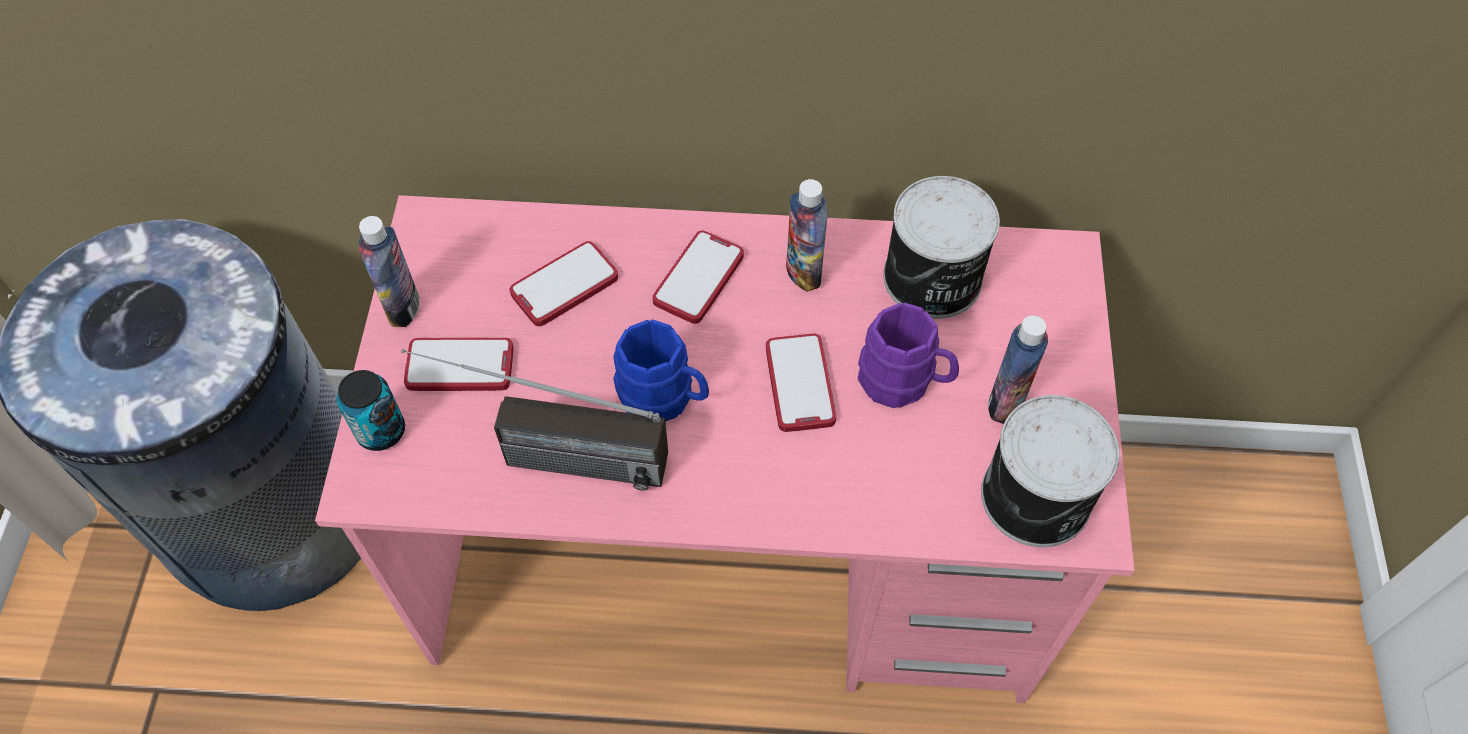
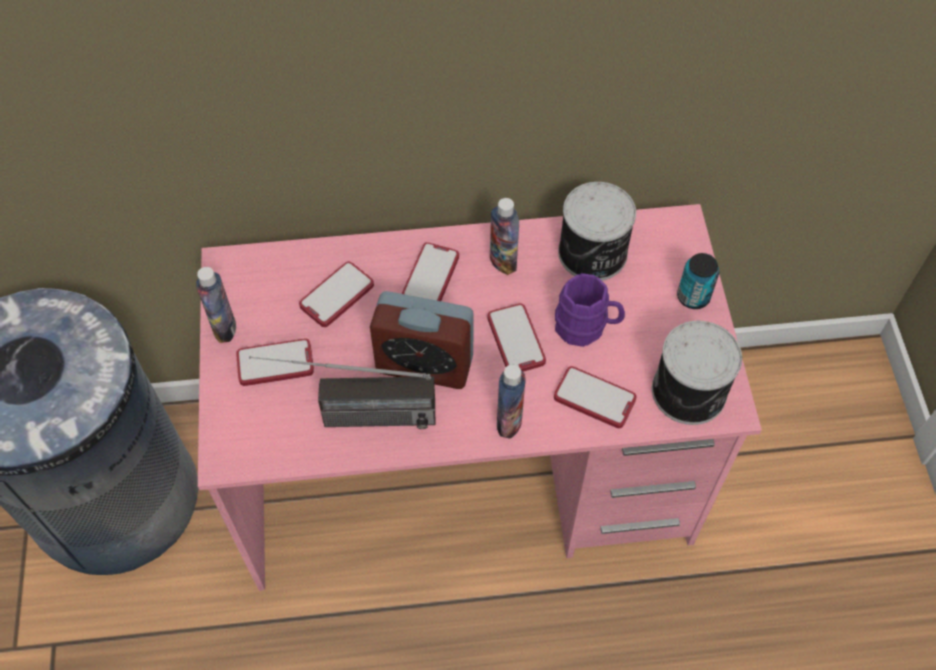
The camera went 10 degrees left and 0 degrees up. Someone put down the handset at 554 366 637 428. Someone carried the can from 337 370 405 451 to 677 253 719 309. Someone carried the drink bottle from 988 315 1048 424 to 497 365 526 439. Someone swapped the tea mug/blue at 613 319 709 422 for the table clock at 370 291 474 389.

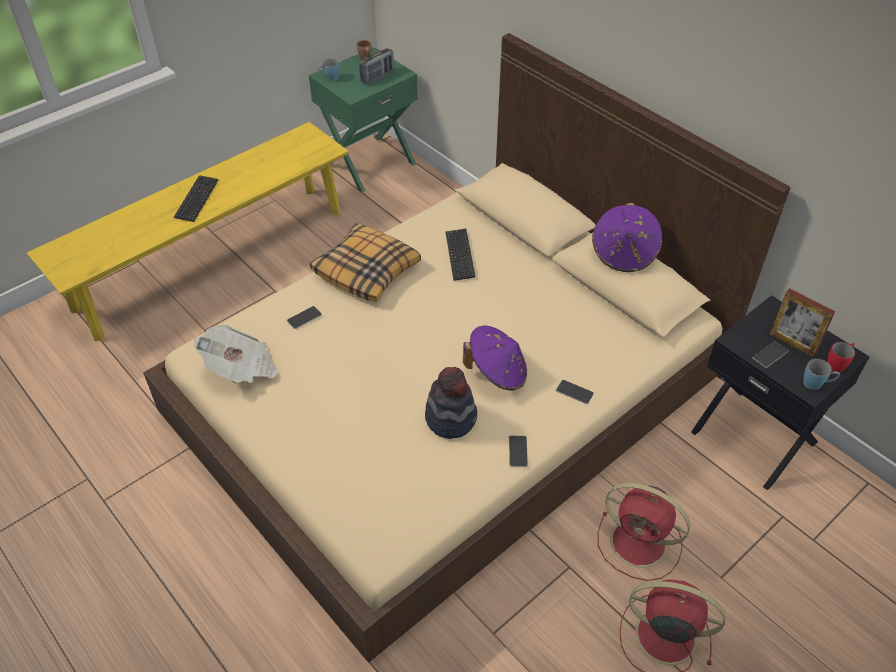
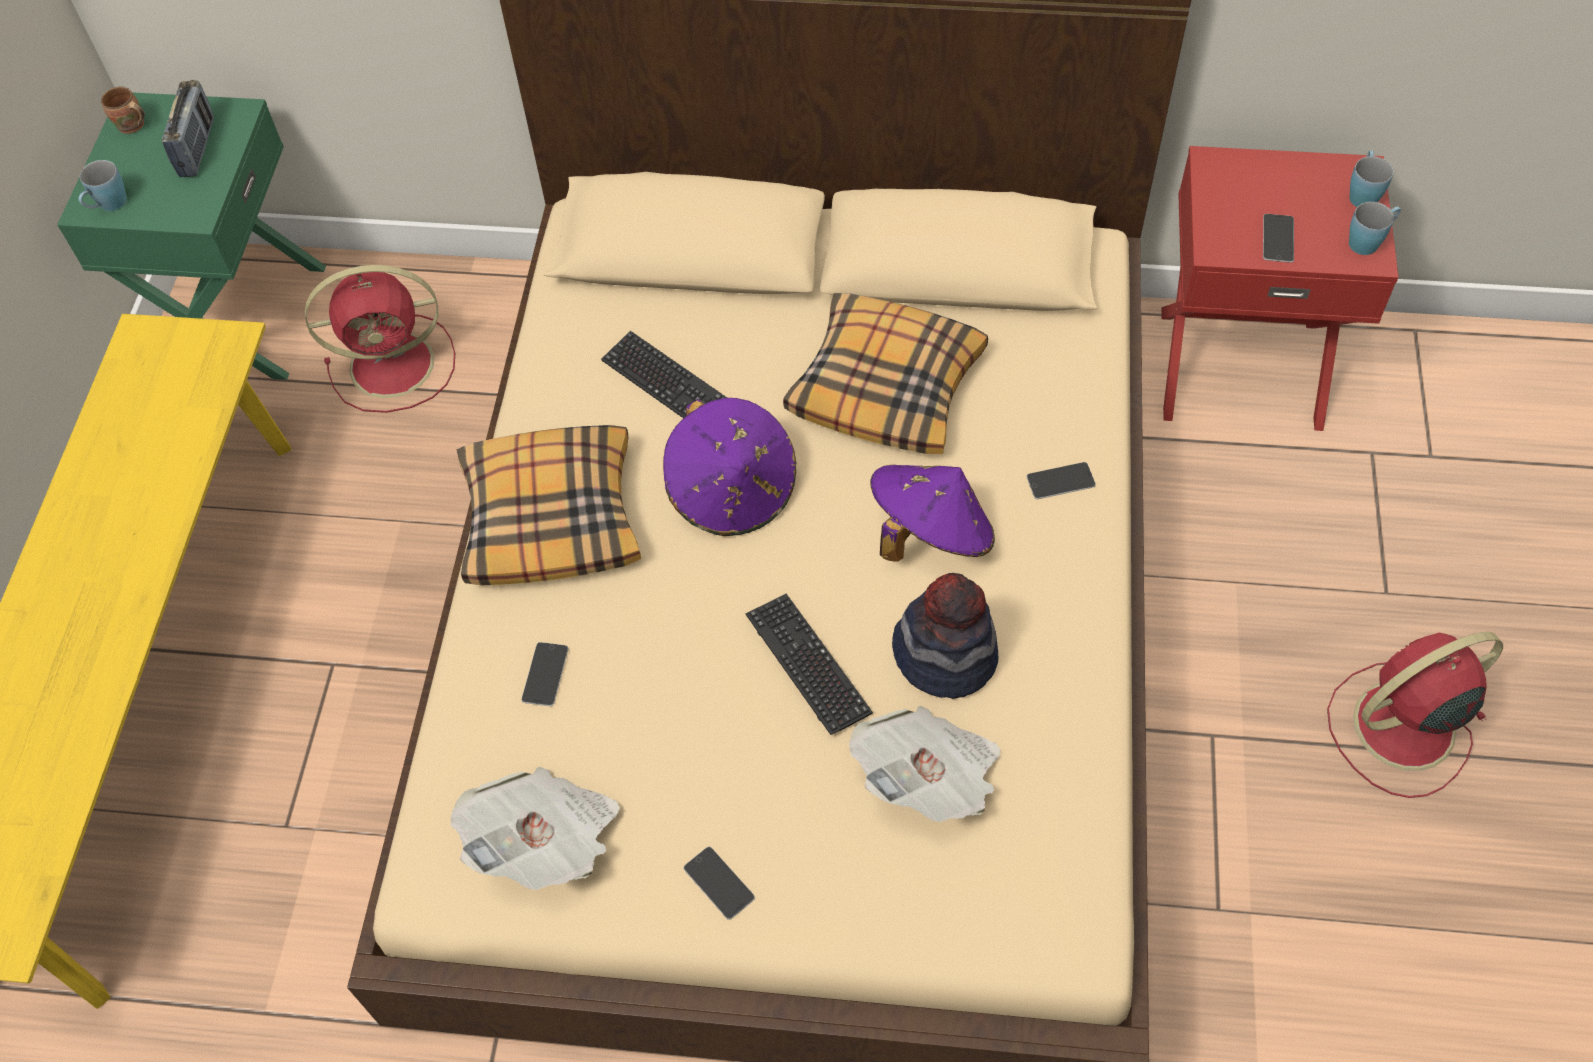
The camera went 40 degrees left and 10 degrees up. Someone took away the standing frame at 770 288 836 357. Someone put down the pillow at 783 293 988 454. Someone put down the printed paper at 849 706 1001 822. Someone carried the computer keyboard from 174 175 218 222 to 746 594 873 735. Someone carried the handset from 509 436 528 467 to 683 847 755 920. Someone carried the clothing hat/purple from 592 203 662 272 to 663 398 797 536. Someone carried the cooling fan/reddish from 598 483 690 581 to 305 265 455 413. Someone repainted the night table/black at 691 295 869 490, which became the night table/reddish at 1161 146 1399 431. Someone repainted the tea mug/reddish at 827 342 855 373, which became the tea mug/blue at 1349 150 1393 207.

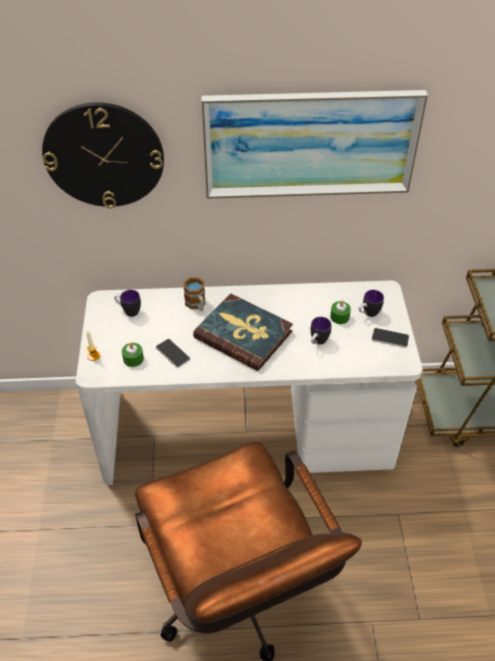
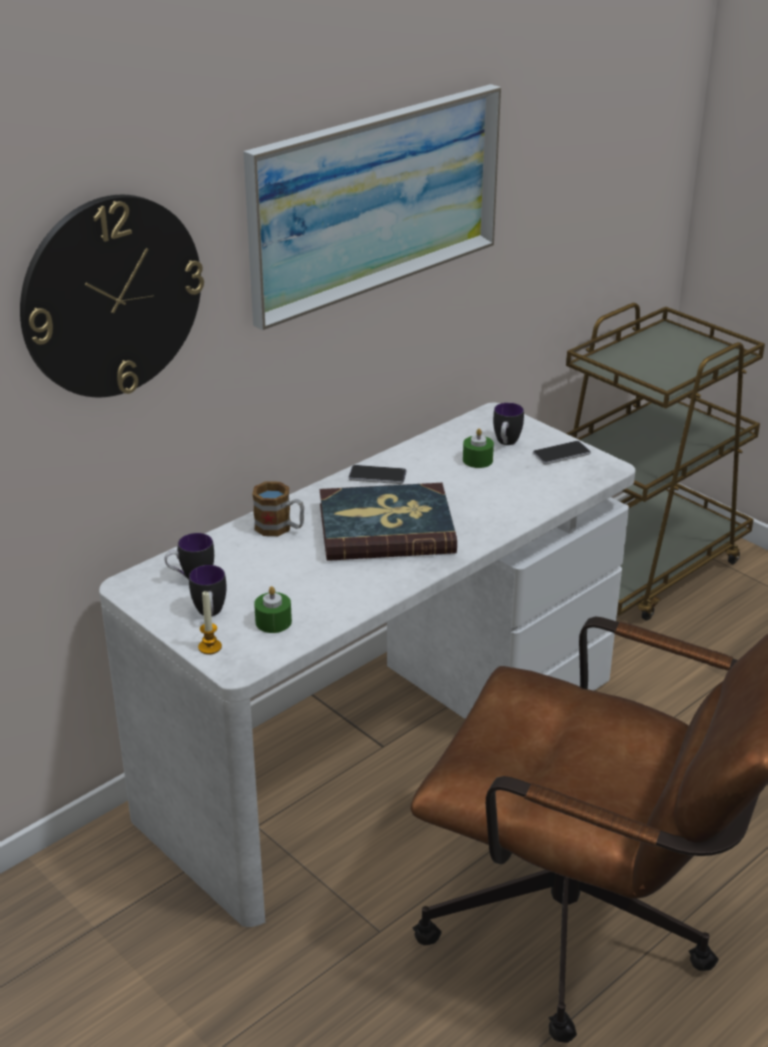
The camera went 40 degrees left and 15 degrees down. Someone carried the handset from 156 339 190 368 to 348 465 407 484. Someone carried the tea mug from 311 317 331 345 to 189 565 227 616.

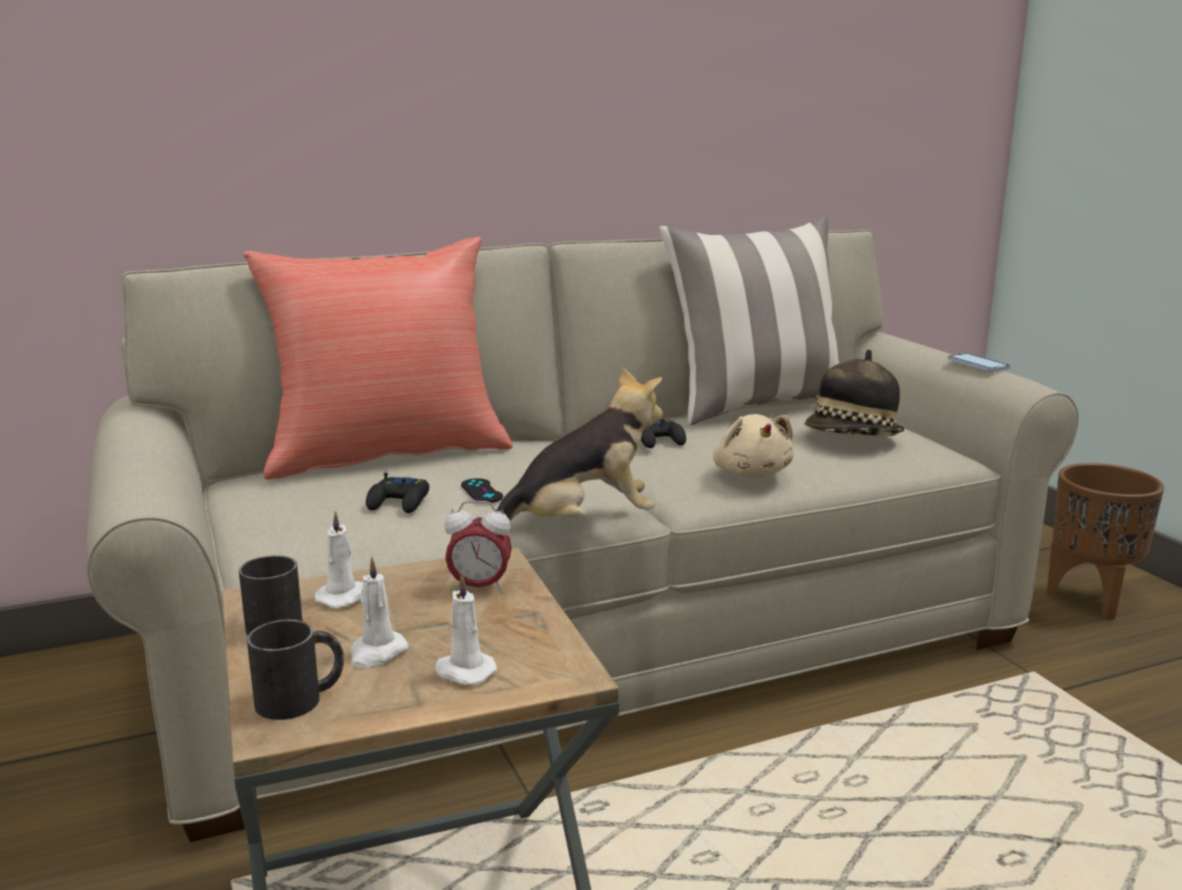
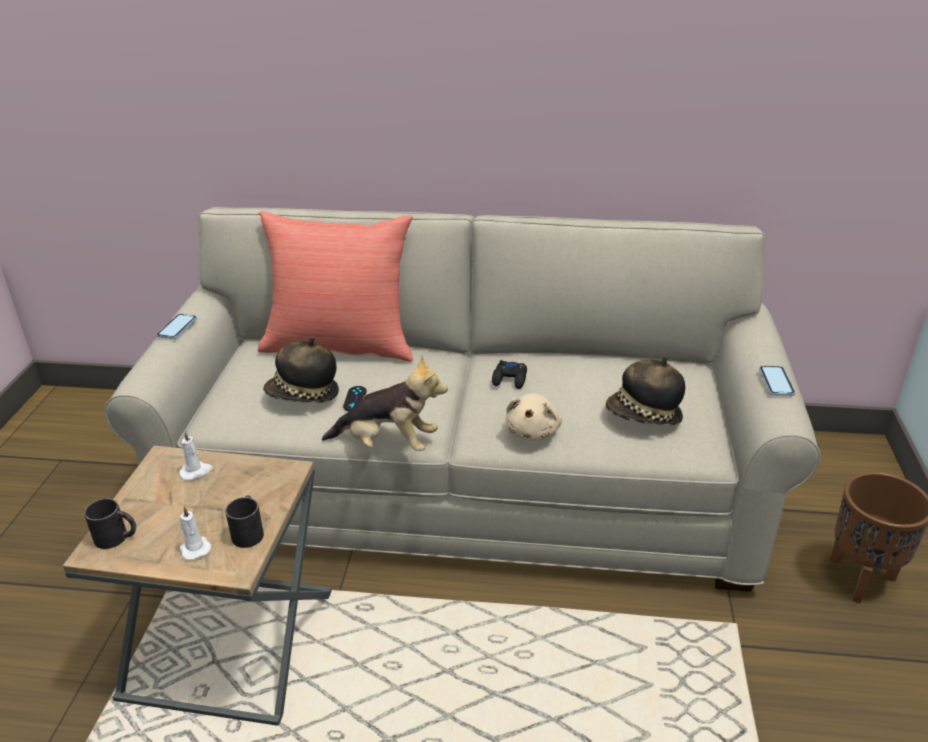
The camera went 30 degrees right and 15 degrees up. Someone took away the wax candle/whitish at 350 556 408 668. Someone took away the table clock at 445 501 512 593. Someone took away the pillow at 659 215 840 426. Someone put down the handset at 156 314 197 339. Someone carried the tea mug/black from 239 555 303 636 to 225 495 264 548. Someone swapped the game controller/black at 366 473 429 513 for the clothing hat at 263 337 339 403.

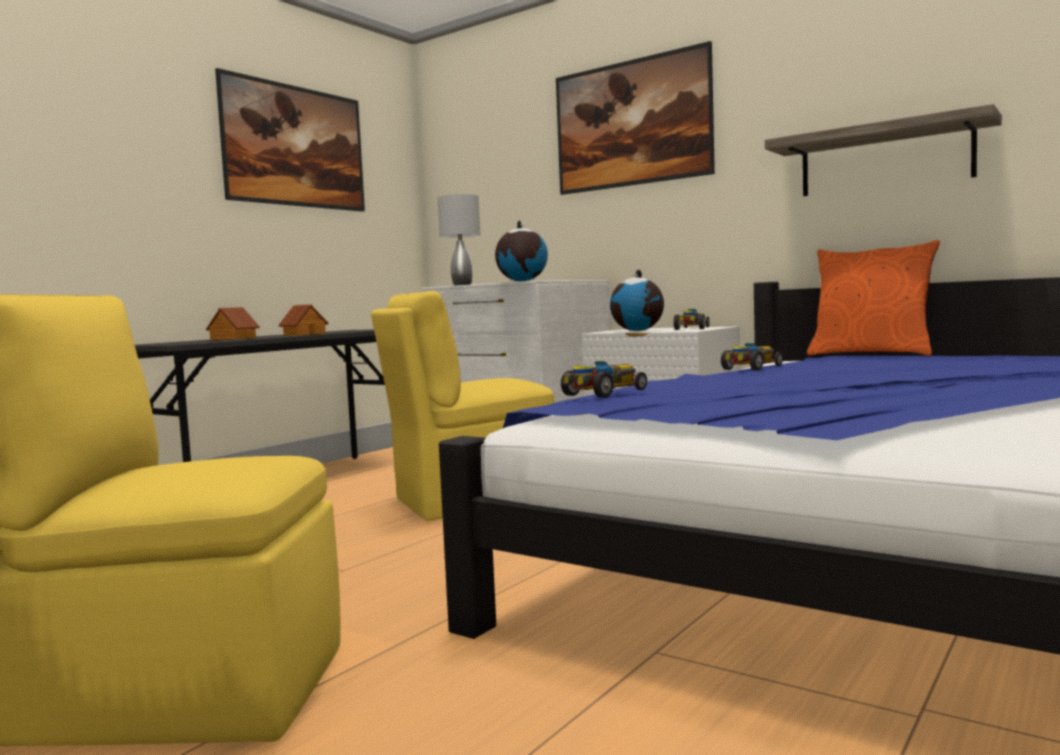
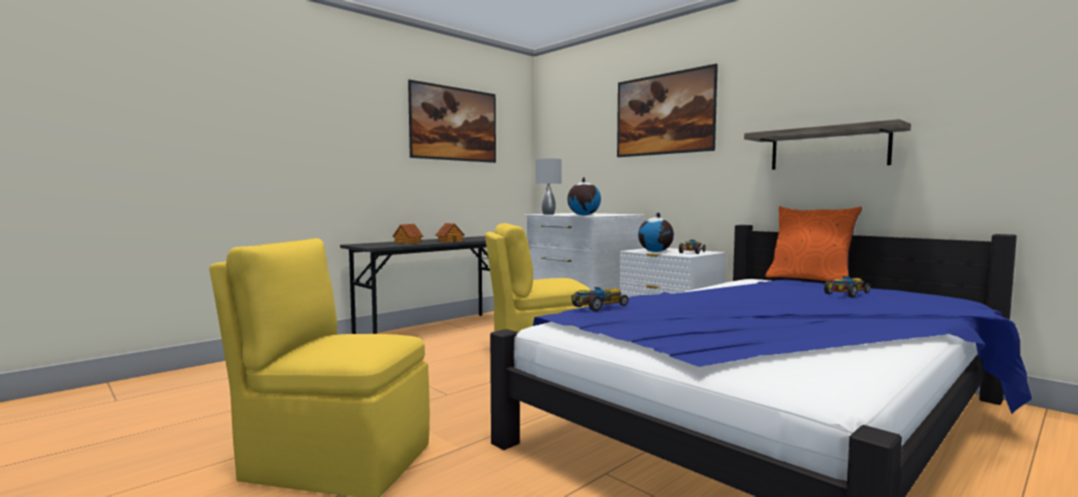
The camera went 10 degrees right and 0 degrees up. Someone carried the toy car from 721 343 783 371 to 824 276 870 298.

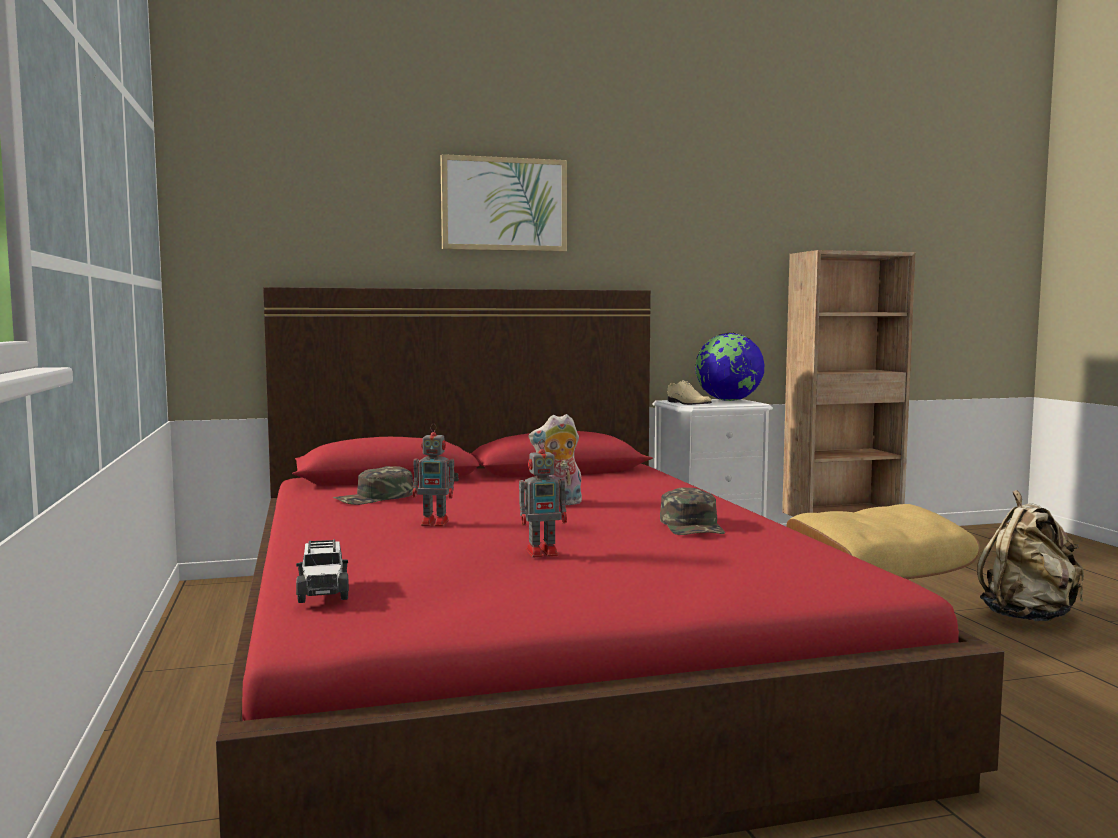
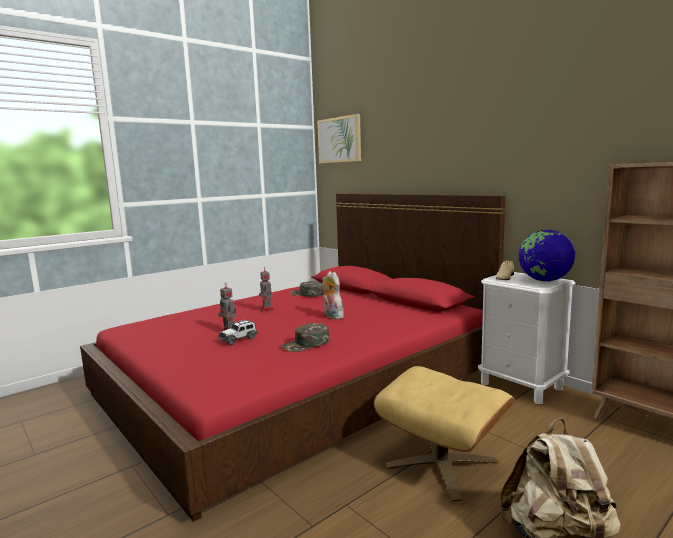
The camera went 65 degrees right and 5 degrees up. Someone carried the toy car from 296 539 349 603 to 218 319 258 345. Someone carried the wall art from 440 154 567 252 to 317 114 361 164.

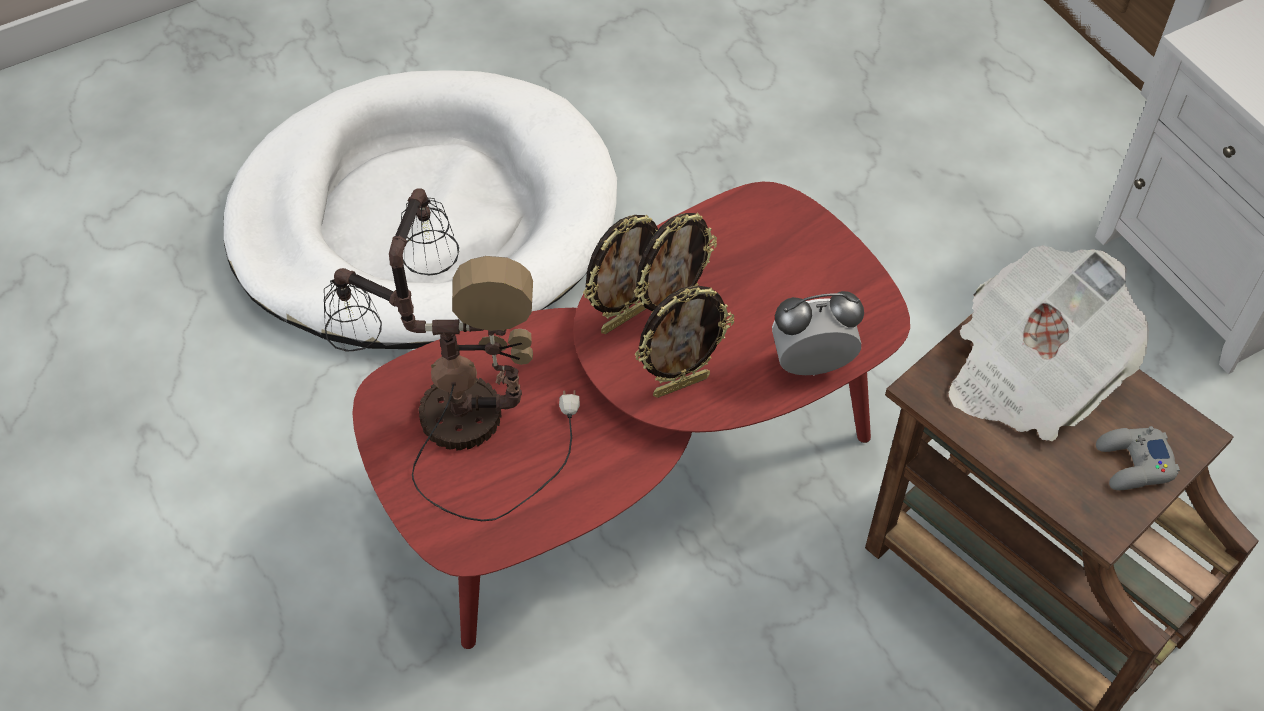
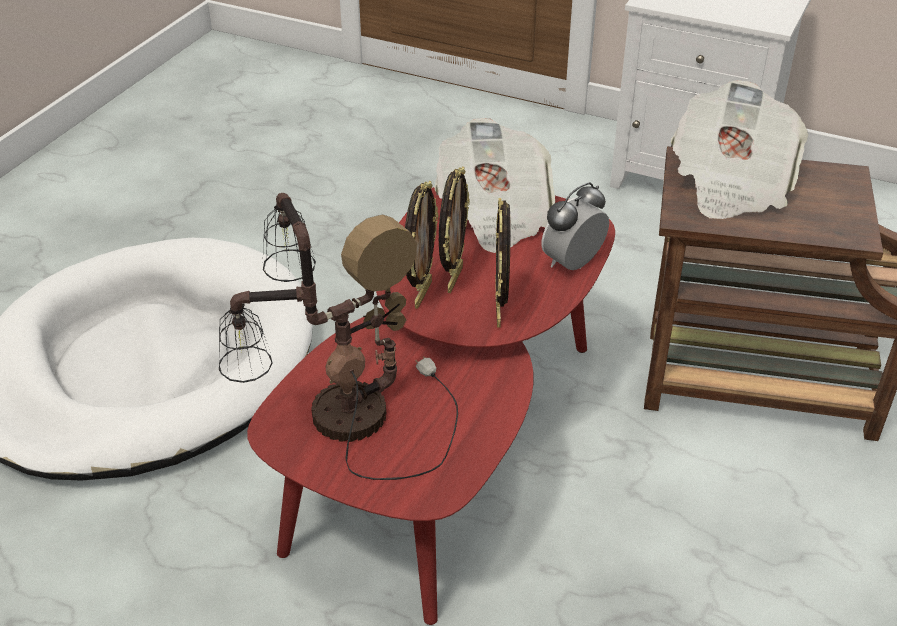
The camera went 35 degrees left and 15 degrees down. Someone took away the game controller/greyish at 1096 426 1180 490. Someone put down the printed paper at 434 118 555 253. Someone rotated the standing frame at 635 286 734 398 by 150 degrees clockwise.

